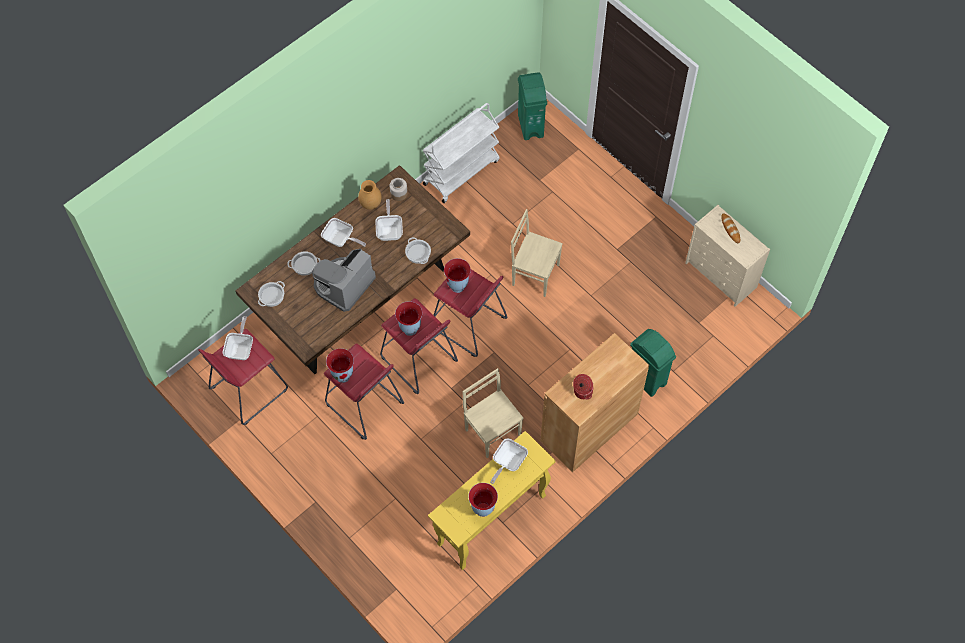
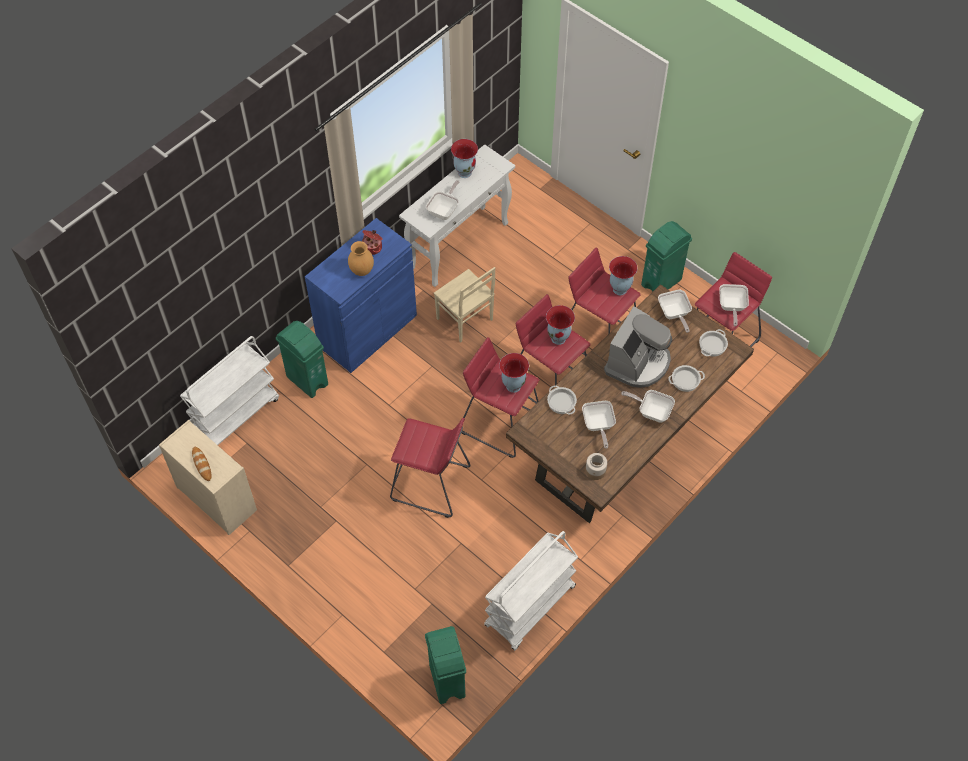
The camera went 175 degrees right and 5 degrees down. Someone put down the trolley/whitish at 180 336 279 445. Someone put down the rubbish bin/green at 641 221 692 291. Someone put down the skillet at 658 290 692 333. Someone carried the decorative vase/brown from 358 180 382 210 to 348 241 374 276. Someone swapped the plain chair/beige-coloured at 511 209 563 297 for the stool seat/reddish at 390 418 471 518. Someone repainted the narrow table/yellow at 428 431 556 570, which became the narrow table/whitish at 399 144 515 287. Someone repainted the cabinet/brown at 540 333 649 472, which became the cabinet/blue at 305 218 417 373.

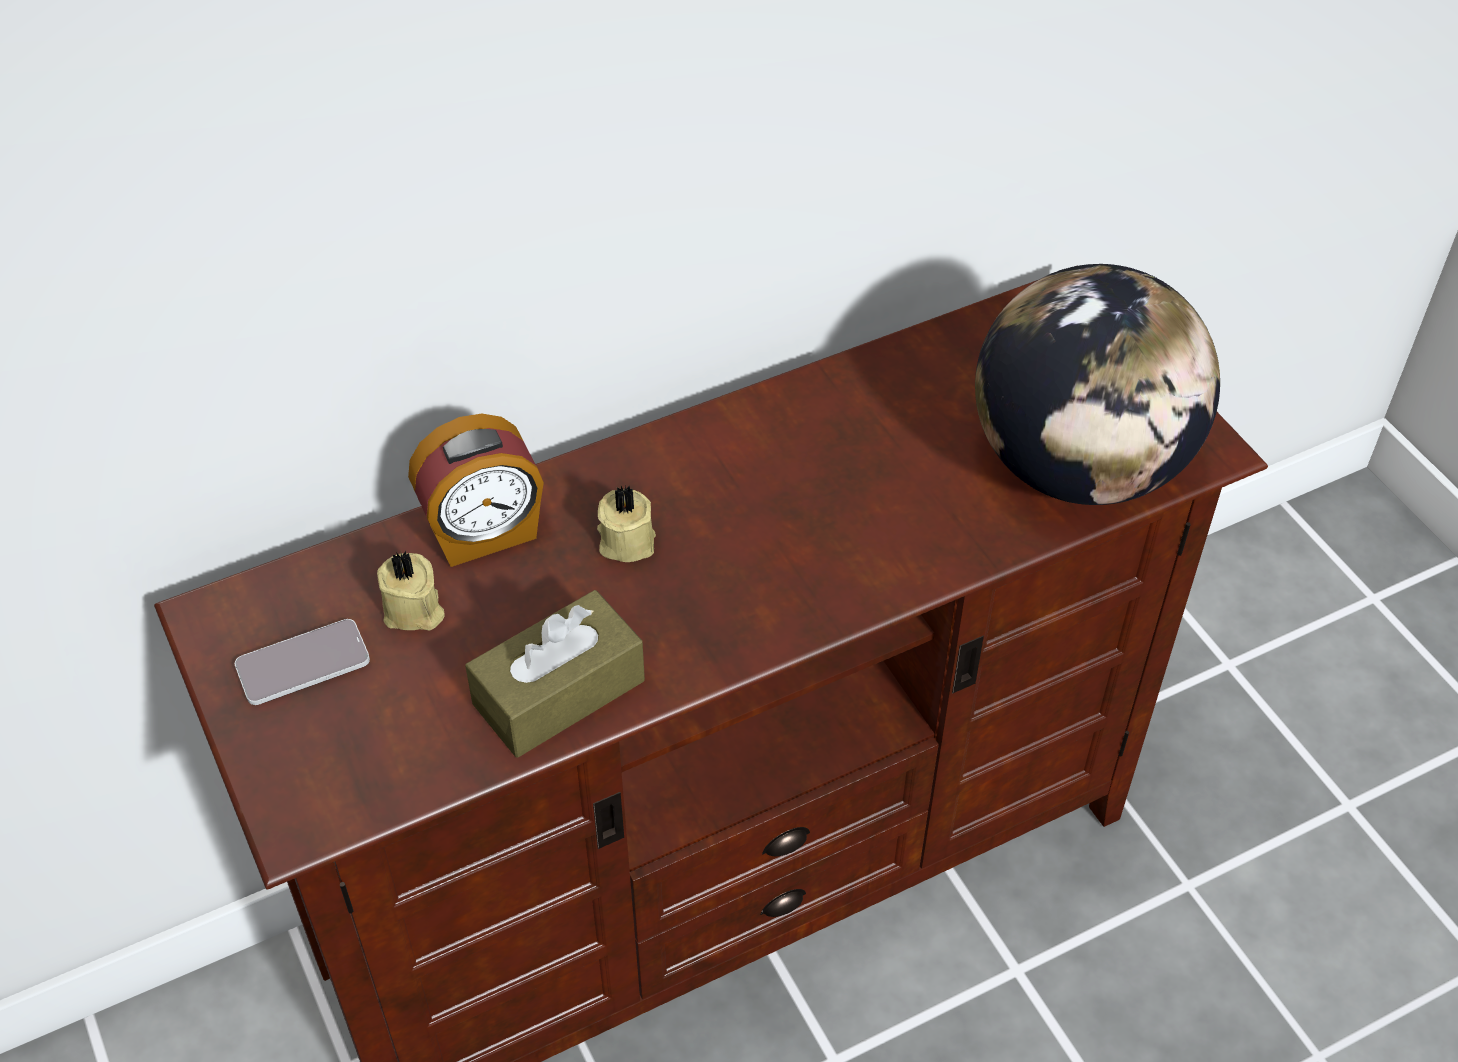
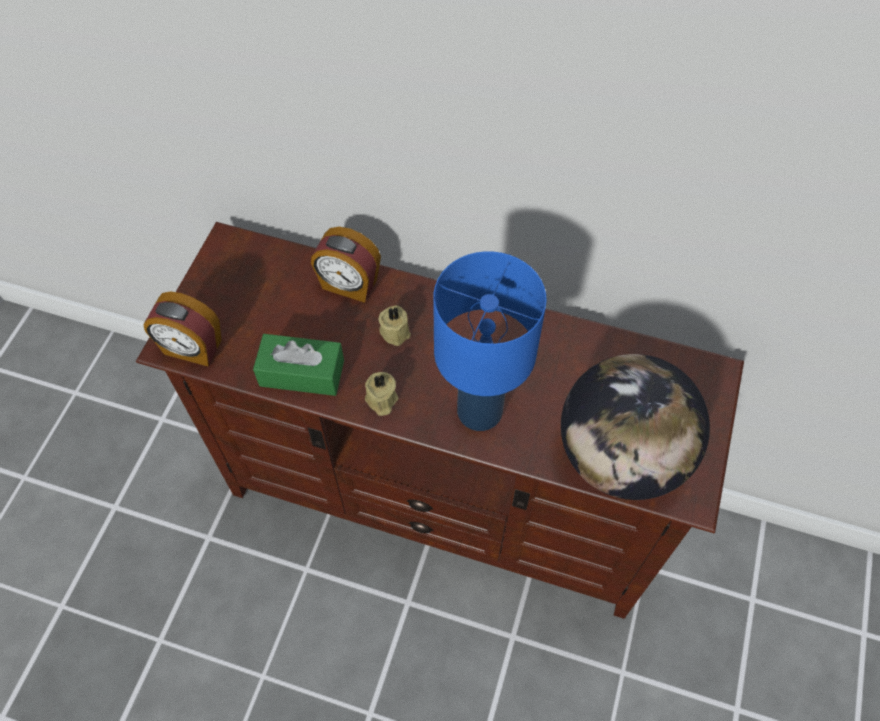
The camera went 45 degrees right and 10 degrees up. Someone took away the handset at 235 619 370 705. Someone put down the table clock at 143 292 222 367. Someone put down the table lamp/blue at 433 251 547 431. Someone carried the wax candle/beige-coloured from 377 551 444 630 to 365 372 398 416. Someone repainted the tissue holder/brown at 465 590 645 758, which became the tissue holder/green at 253 334 344 396.

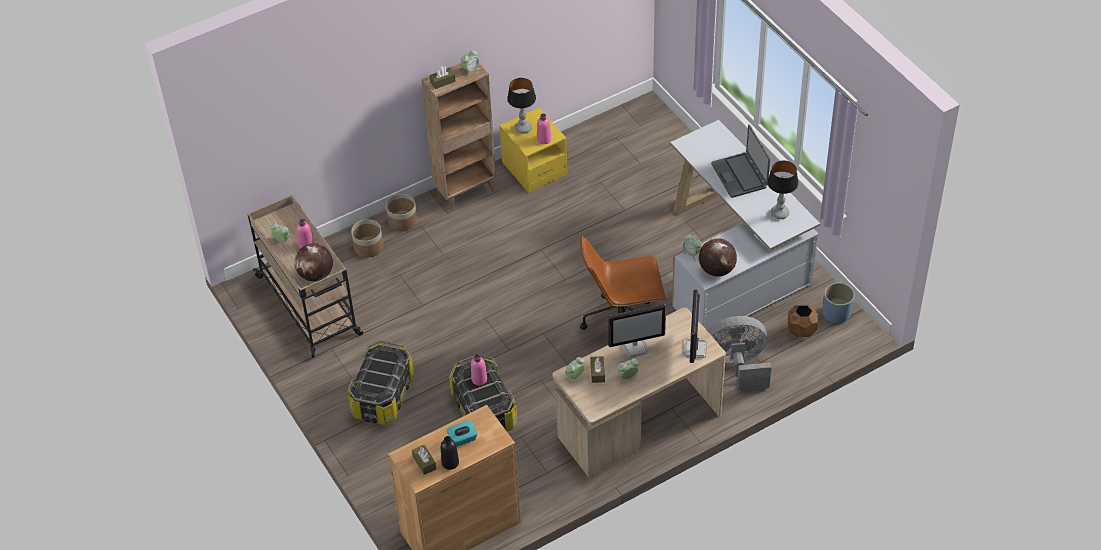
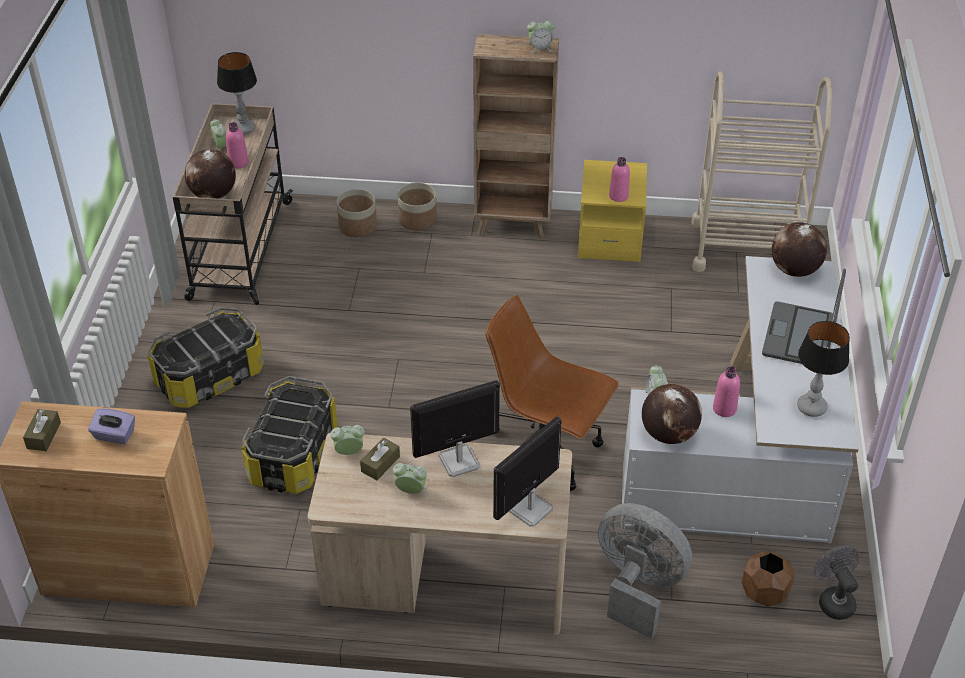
The camera went 35 degrees right and 5 degrees down. Someone took away the tissue holder/brown at 429 67 456 89. Someone took away the drink bottle/black at 441 436 459 470. Someone put down the trolley/beige-coloured at 691 71 832 272. Someone put down the desk globe at 772 222 827 277. Someone carried the drink bottle/pink from 471 354 487 385 to 713 366 740 417. Someone carried the table lamp from 507 78 536 134 to 217 52 257 135. Someone swapped the plant pot/blue at 823 282 855 324 for the cooling fan/greyish at 814 546 859 620. Someone repainted the tissue holder/turquoise at 447 421 477 446, which became the tissue holder/purple at 88 408 135 444. Someone rotated the computer screen at 608 304 666 357 by 135 degrees clockwise.

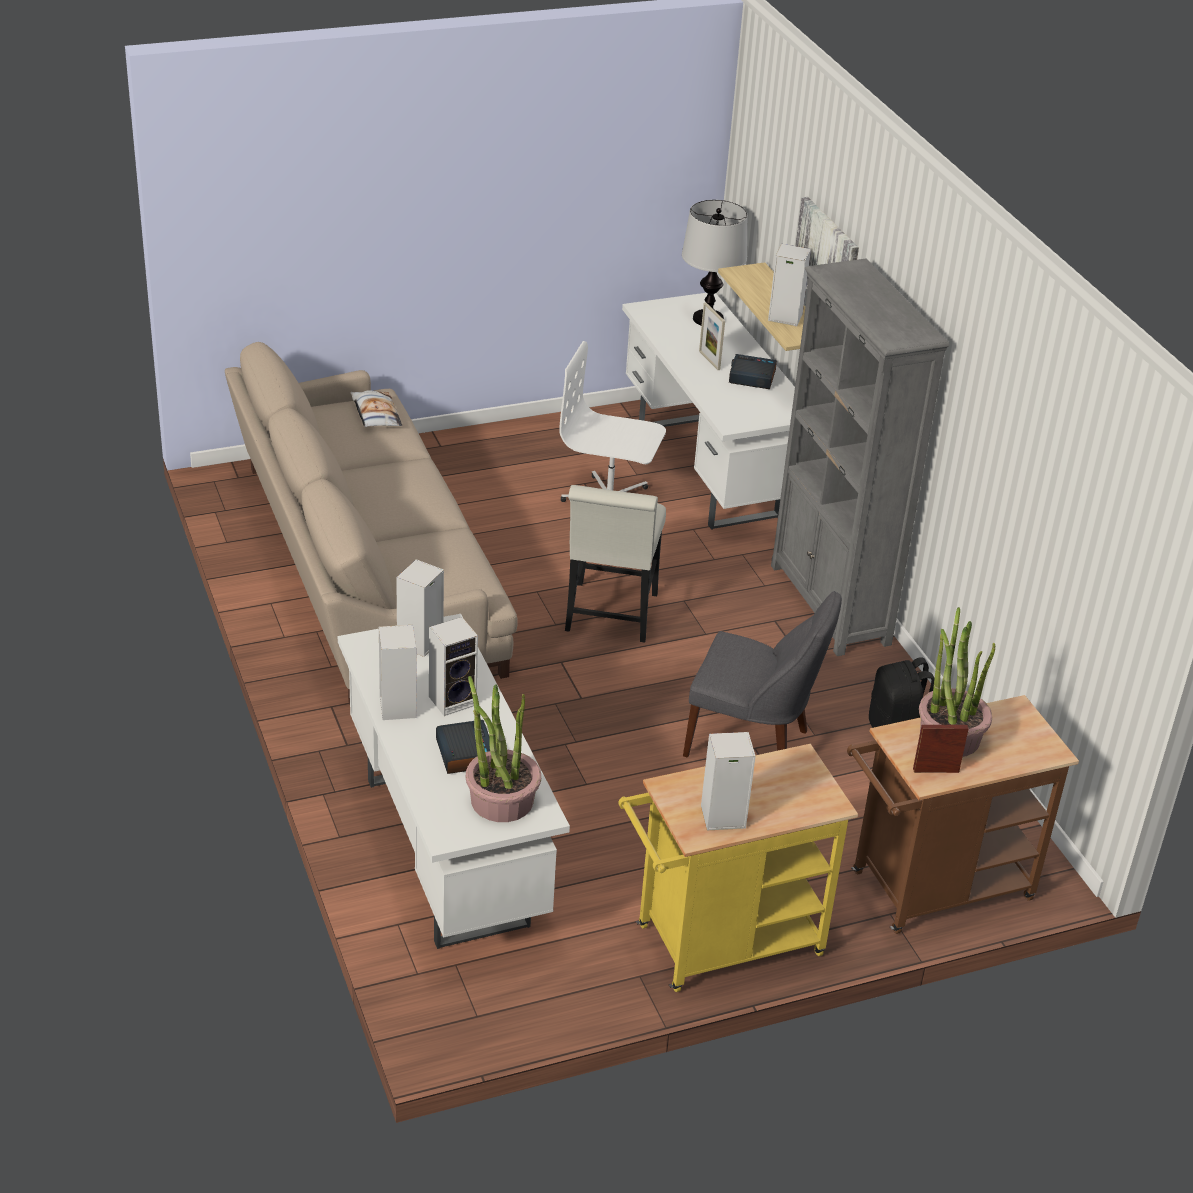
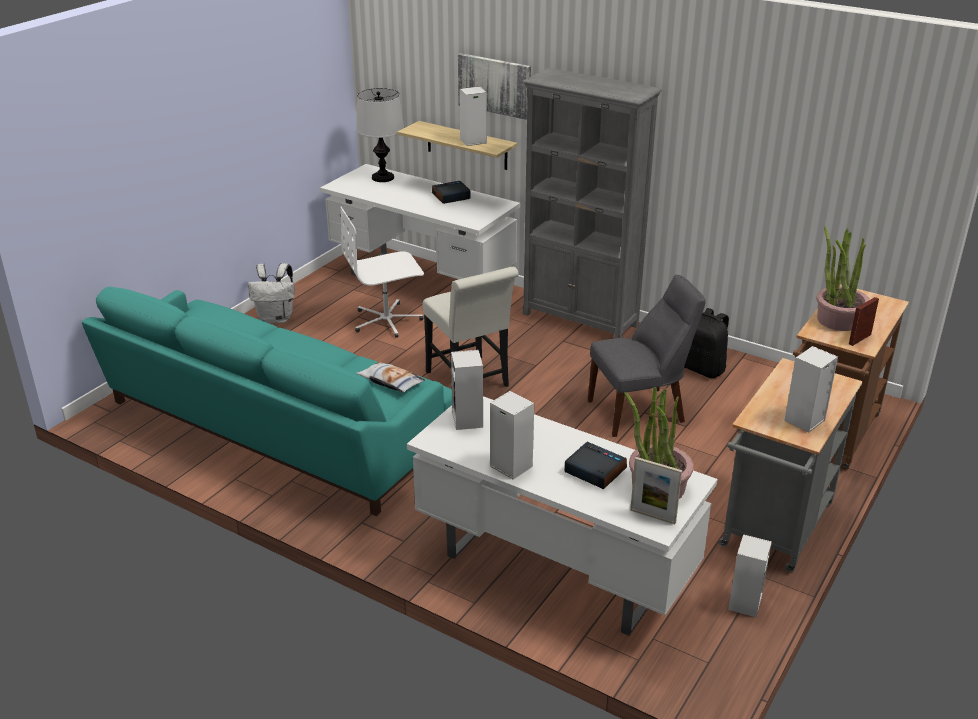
The camera went 35 degrees left and 5 degrees down. Someone put down the backpack/whitish at 248 263 295 323. Someone carried the pillow from 351 390 402 427 to 356 362 425 393. Someone carried the speaker from 429 617 478 716 to 728 534 772 617. Someone carried the standing frame from 699 302 725 370 to 630 457 682 524. Someone repainted the sofa/beige-coloured at 225 342 518 704, which became the sofa/turquoise at 82 287 452 516. Someone repainted the trolley/yellow at 618 744 858 992, which became the trolley/greyish at 719 358 863 572.

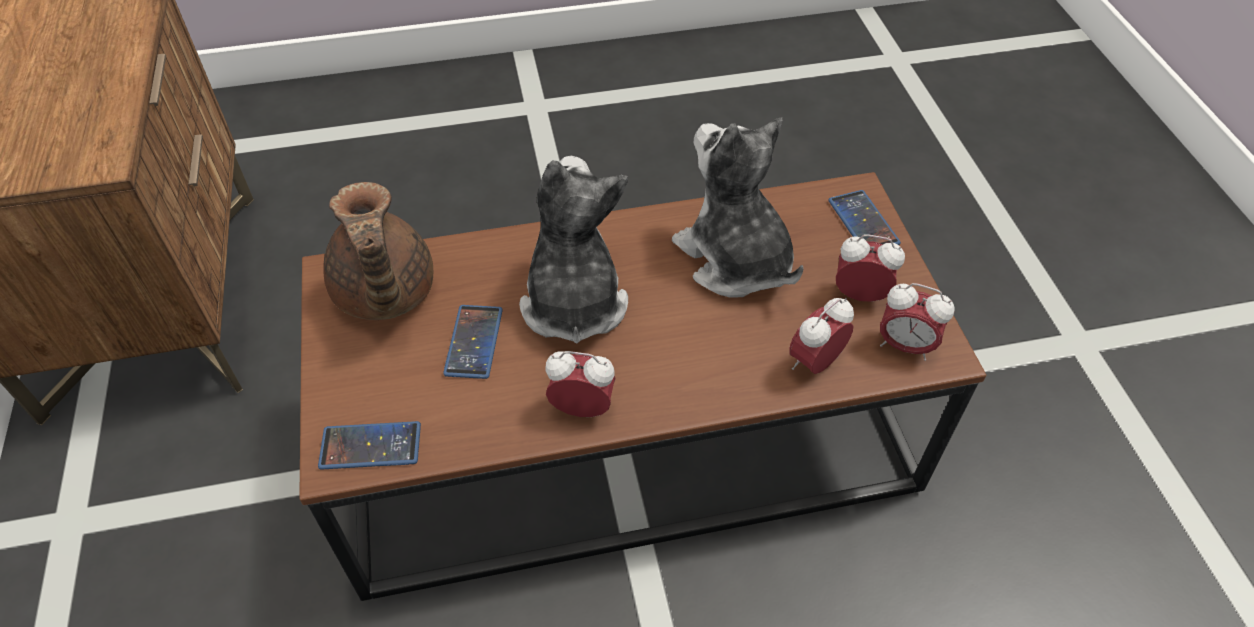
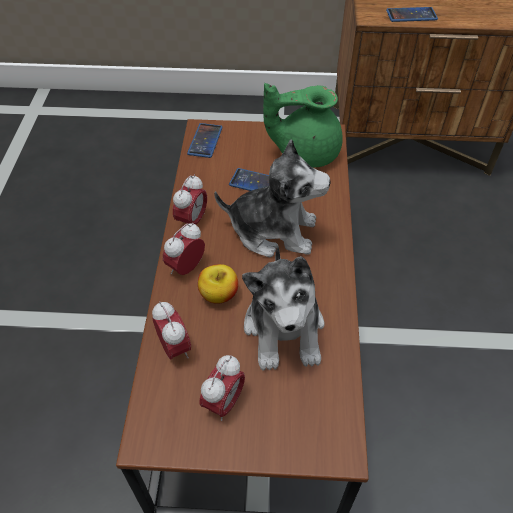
The camera went 105 degrees right and 0 degrees up. Someone put down the apple at 198 264 238 304. Someone carried the handset from 828 190 901 245 to 386 7 438 22. Someone carried the table clock from 880 283 955 361 to 163 223 205 275. Someone repainted the pot for tea/brown at 323 182 433 320, which became the pot for tea/green at 263 83 343 167. Someone rotated the soft toy at 672 118 804 297 by 105 degrees clockwise.

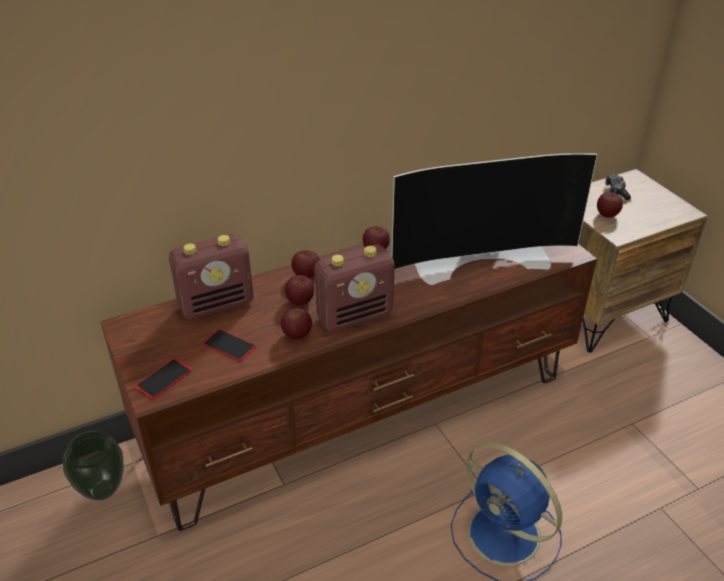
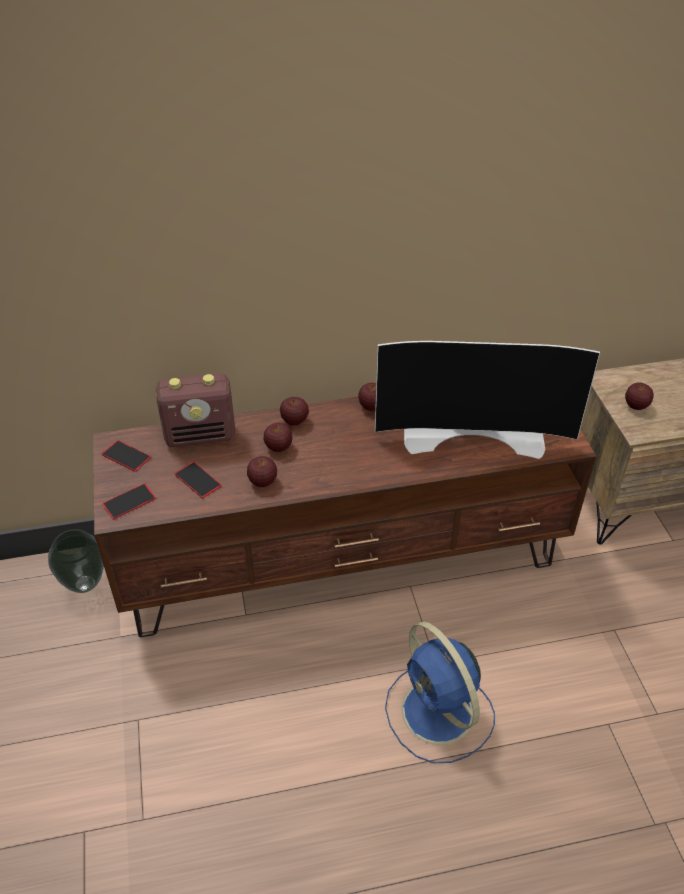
The camera went 15 degrees right and 5 degrees up. Someone took away the radio set at 314 244 395 331. Someone took away the game controller at 605 174 631 200. Someone put down the handset at 101 440 151 472.

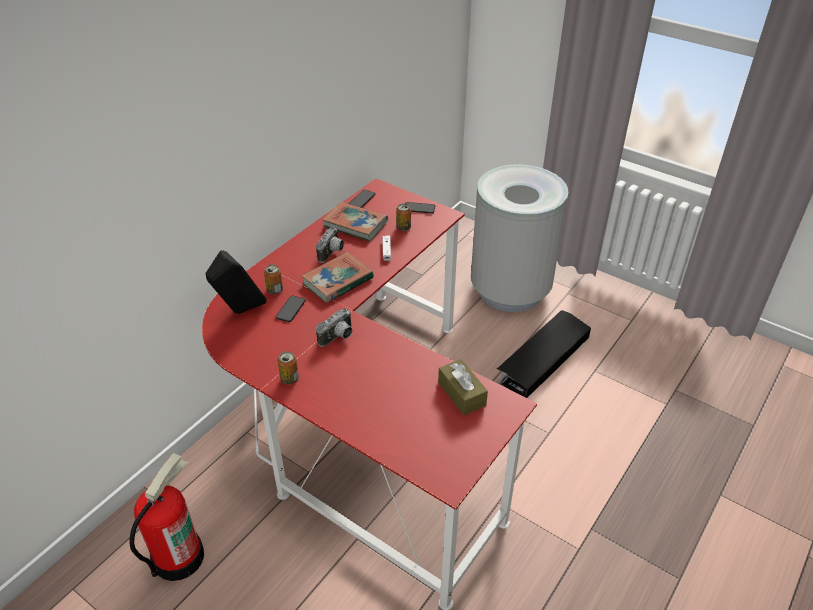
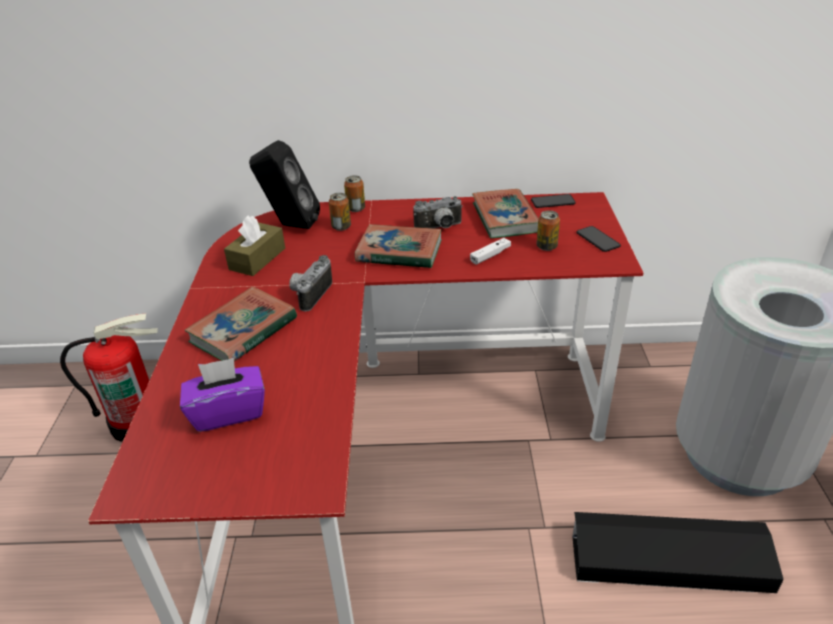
The camera went 55 degrees right and 5 degrees down. Someone took away the handset at 276 296 306 322. Someone put down the tissue holder/purple at 180 358 265 432. Someone put down the book at 185 287 297 362. Someone carried the can from 278 351 299 384 to 344 175 365 212. Someone carried the tissue holder/brown from 438 359 488 415 to 224 216 285 276. Someone rotated the photo camera at 316 308 352 347 by 105 degrees clockwise.

